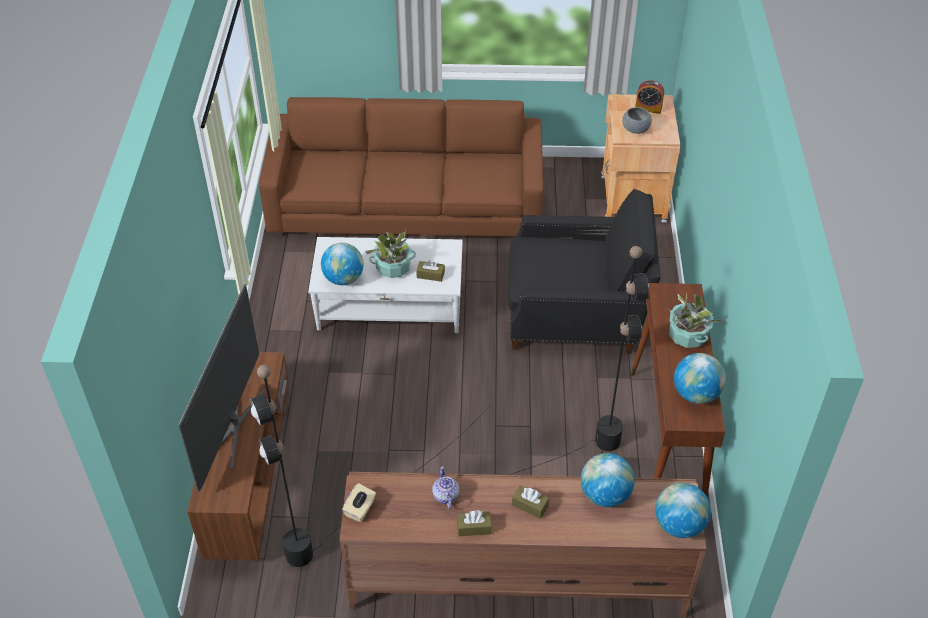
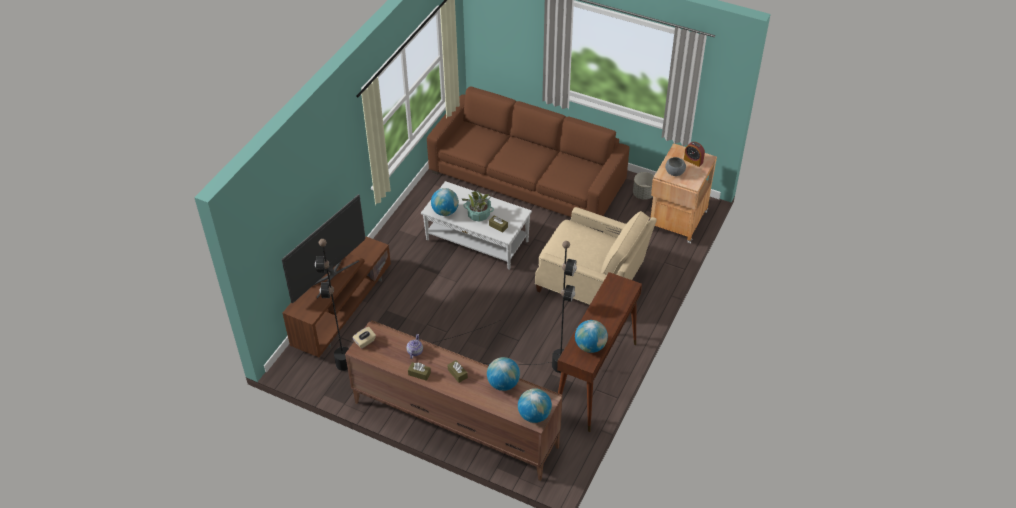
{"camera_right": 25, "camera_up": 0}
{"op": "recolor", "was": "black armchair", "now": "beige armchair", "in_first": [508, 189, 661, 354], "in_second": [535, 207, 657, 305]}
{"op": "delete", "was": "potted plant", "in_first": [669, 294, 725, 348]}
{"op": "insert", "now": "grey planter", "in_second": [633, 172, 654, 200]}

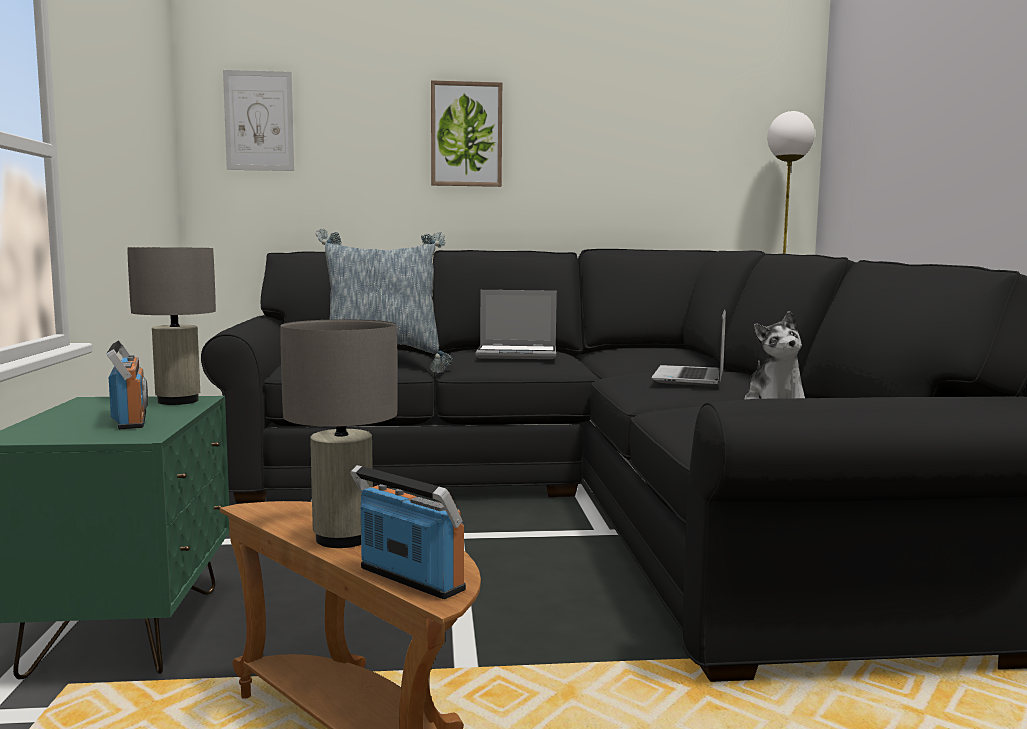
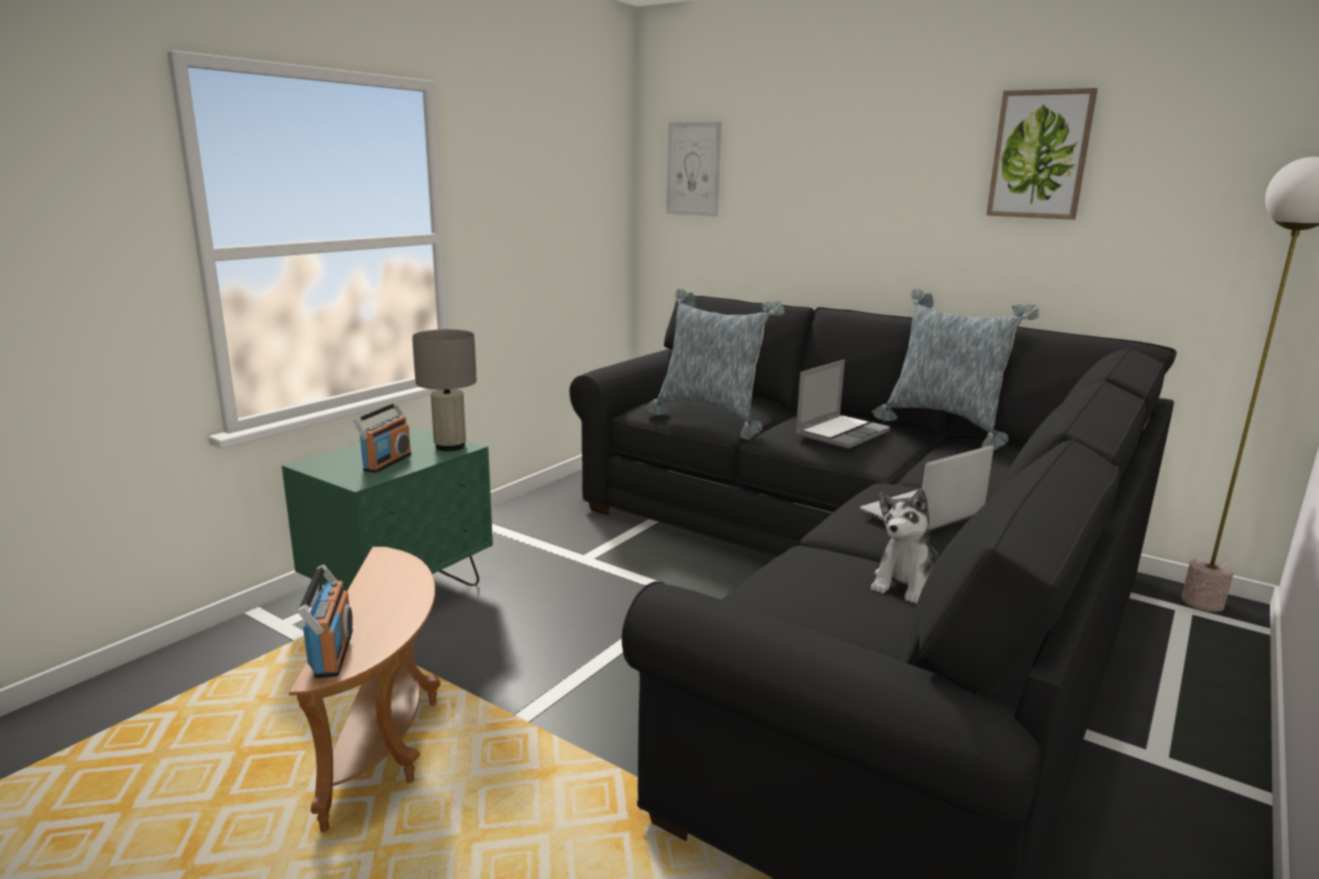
{"camera_right": 40, "camera_up": 10}
{"op": "move", "was": "picture", "in_first": [431, 80, 502, 187], "in_second": [986, 88, 1098, 220]}
{"op": "rotate", "was": "laptop", "in_first": [475, 290, 557, 359], "in_second": [795, 359, 890, 449], "clockwise": -90}
{"op": "delete", "was": "grey table lamp", "in_first": [280, 319, 398, 548]}
{"op": "insert", "now": "pillow", "in_second": [872, 288, 1040, 450]}

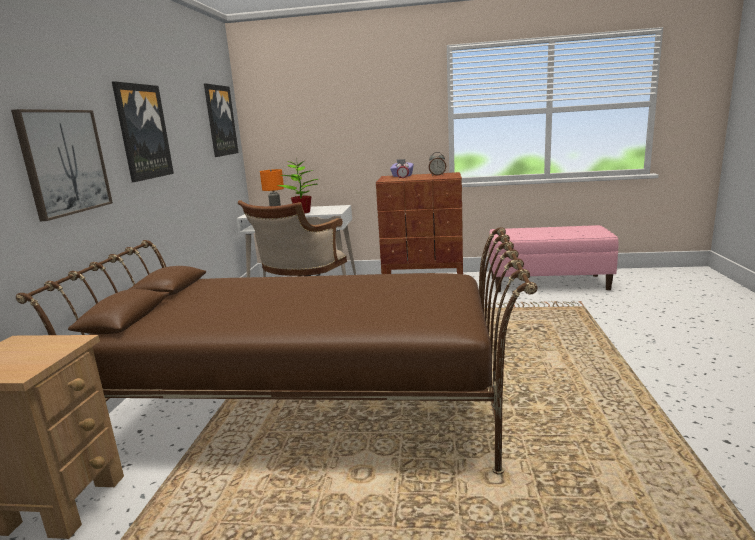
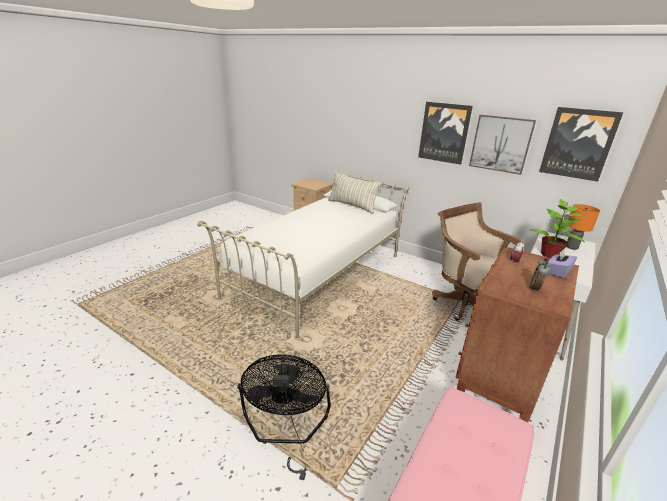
{"camera_right": 115, "camera_up": 10}
{"op": "move", "was": "picture", "in_first": [11, 109, 113, 221], "in_second": [469, 115, 536, 175]}
{"op": "recolor", "was": "brown bed", "now": "white bed", "in_first": [16, 227, 537, 474], "in_second": [197, 172, 409, 340]}
{"op": "insert", "now": "pillow", "in_second": [328, 172, 381, 213]}
{"op": "insert", "now": "black fan", "in_second": [237, 354, 331, 480]}

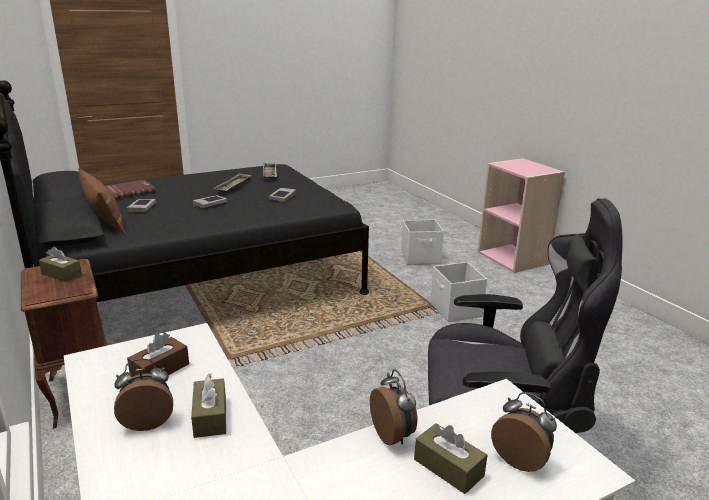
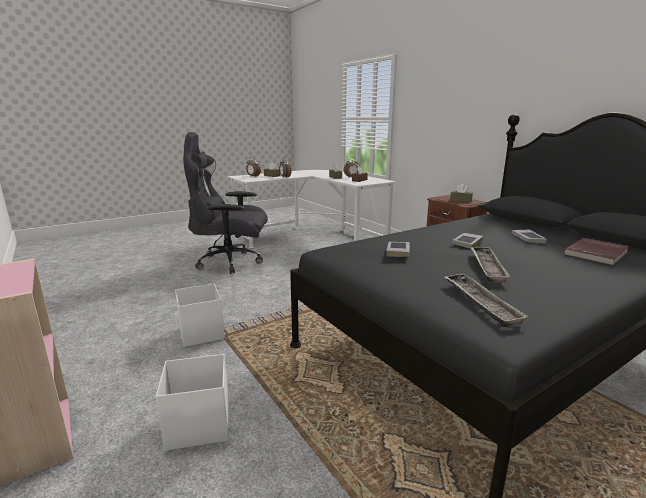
{"camera_right": 175, "camera_up": -5}
{"op": "delete", "was": "brown pillow", "in_first": [78, 168, 125, 235]}

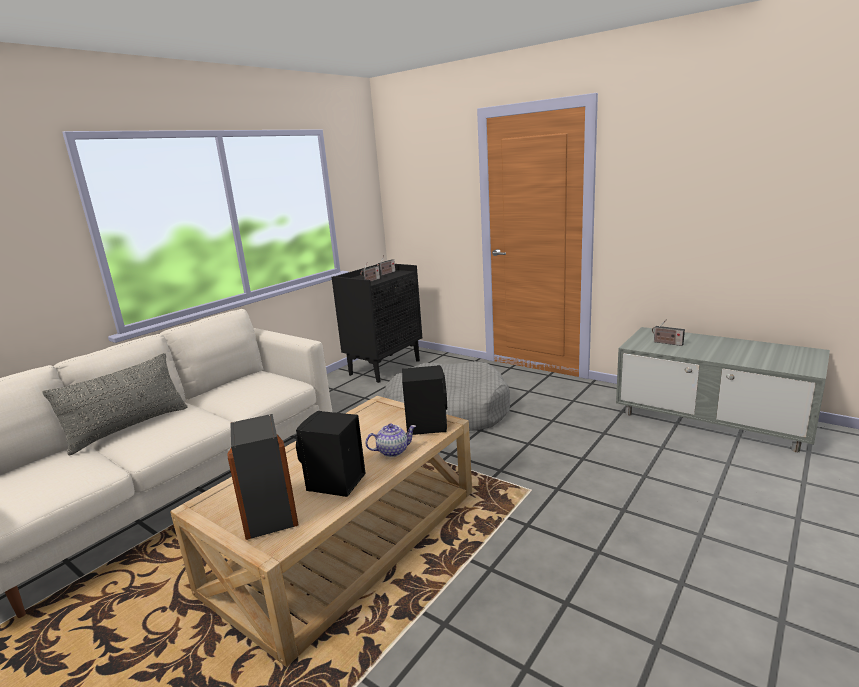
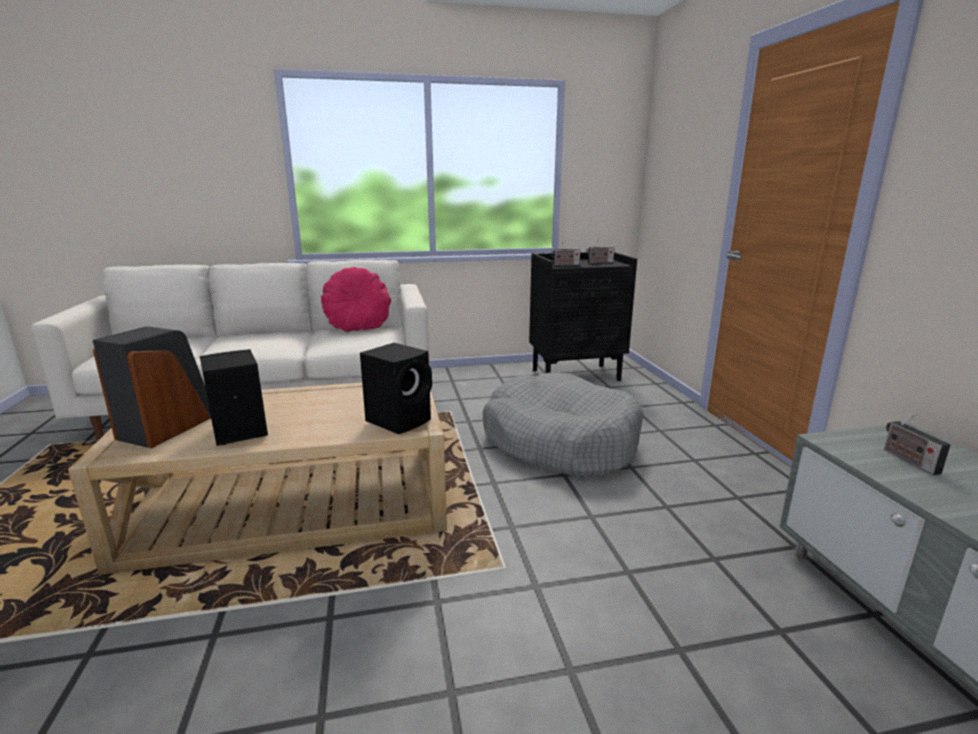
{"camera_right": 40, "camera_up": 0}
{"op": "delete", "was": "grey pillow", "in_first": [43, 353, 188, 455]}
{"op": "delete", "was": "teapot", "in_first": [365, 423, 416, 457]}
{"op": "insert", "now": "pink pillow", "in_second": [321, 267, 391, 332]}

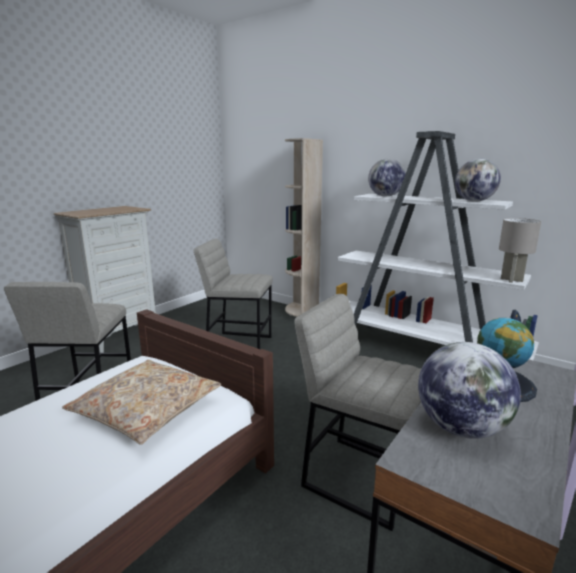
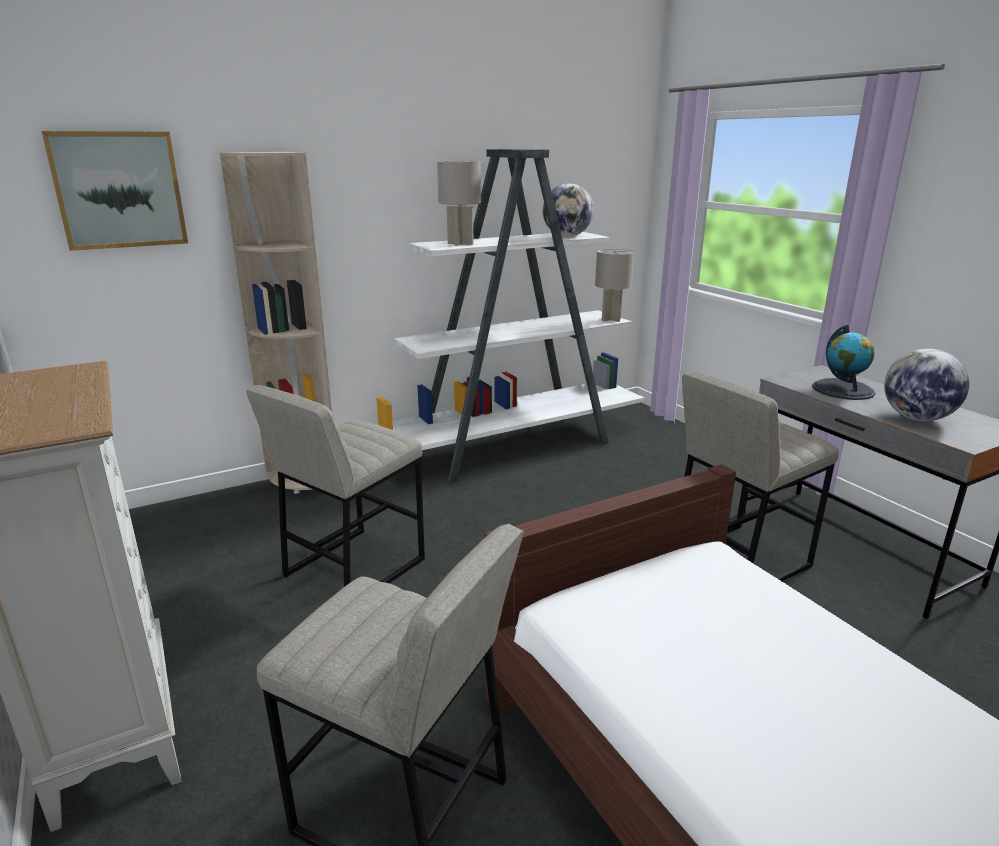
{"camera_right": -65, "camera_up": 5}
{"op": "replace", "was": "globe", "now": "grey table lamp", "in_first": [368, 159, 406, 196], "in_second": [437, 161, 481, 246]}
{"op": "delete", "was": "beige pillow", "in_first": [62, 360, 221, 445]}
{"op": "insert", "now": "picture", "in_second": [42, 131, 188, 251]}

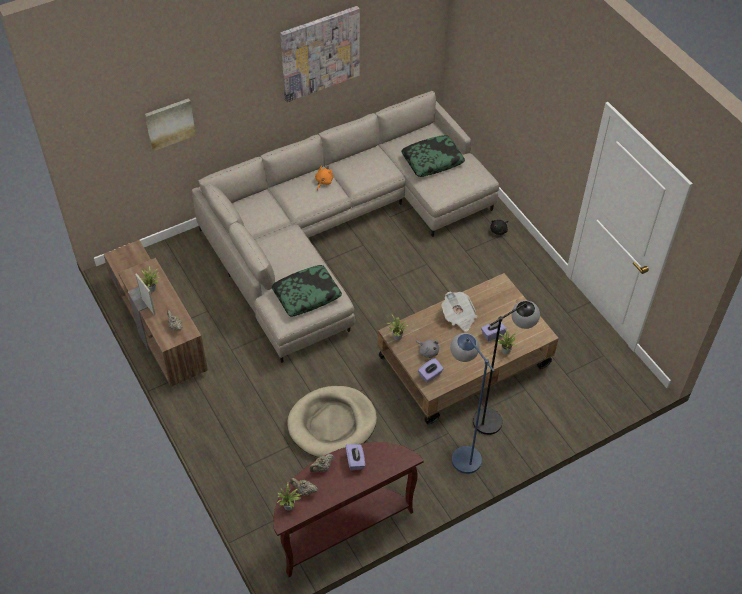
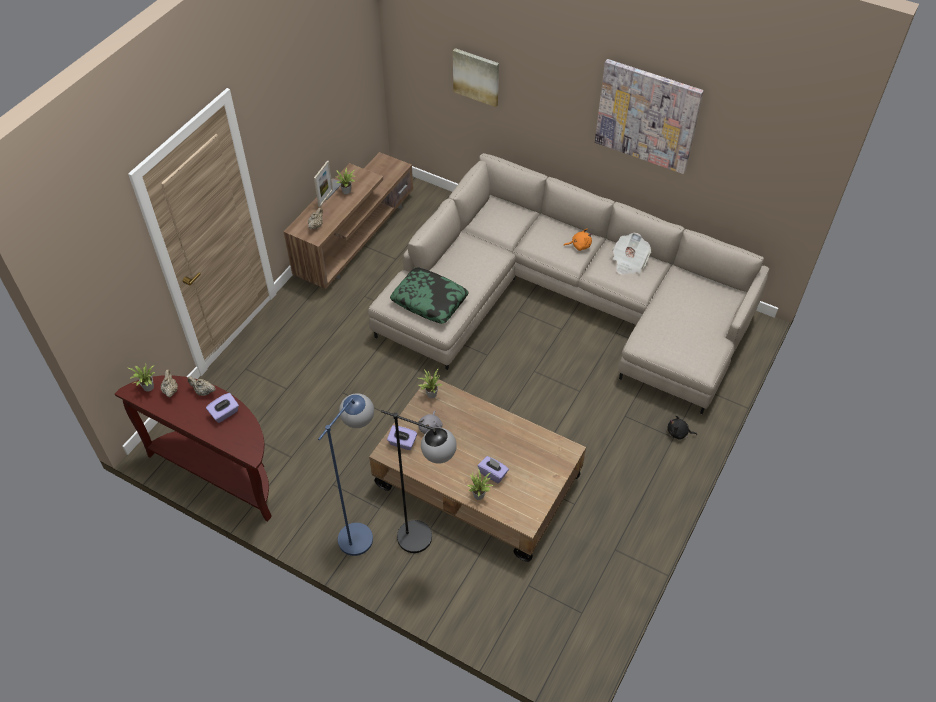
{"camera_right": 60, "camera_up": 0}
{"op": "delete", "was": "pillow", "in_first": [401, 135, 465, 177]}
{"op": "move", "was": "newspaper", "in_first": [441, 292, 477, 332], "in_second": [612, 233, 651, 275]}
{"op": "delete", "was": "beige dog bed", "in_first": [287, 386, 377, 457]}

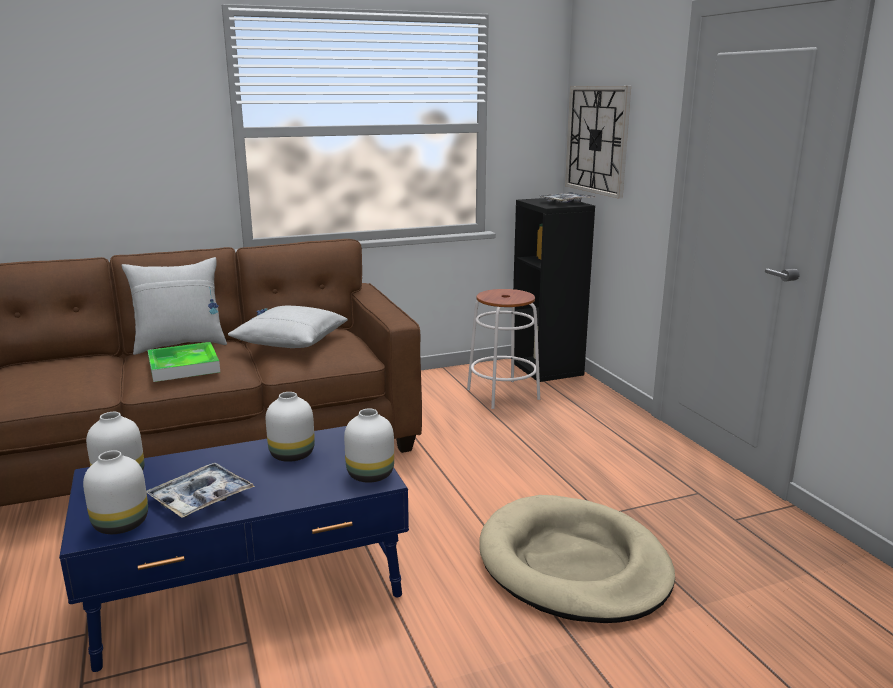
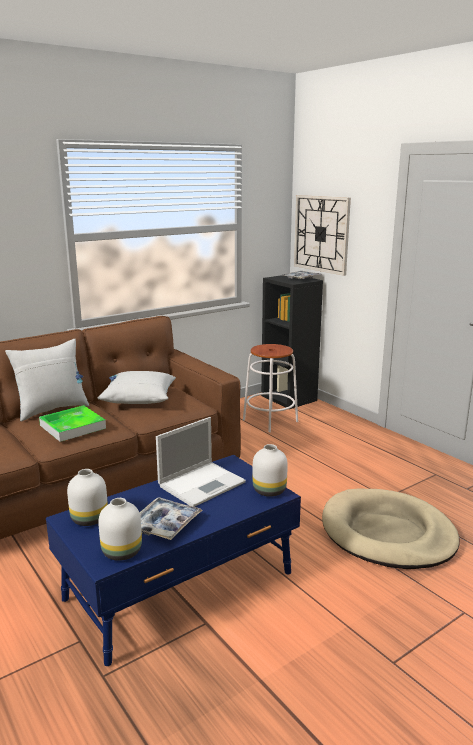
{"camera_right": -15, "camera_up": 0}
{"op": "replace", "was": "white vase", "now": "laptop", "in_first": [266, 392, 315, 462], "in_second": [156, 417, 246, 507]}

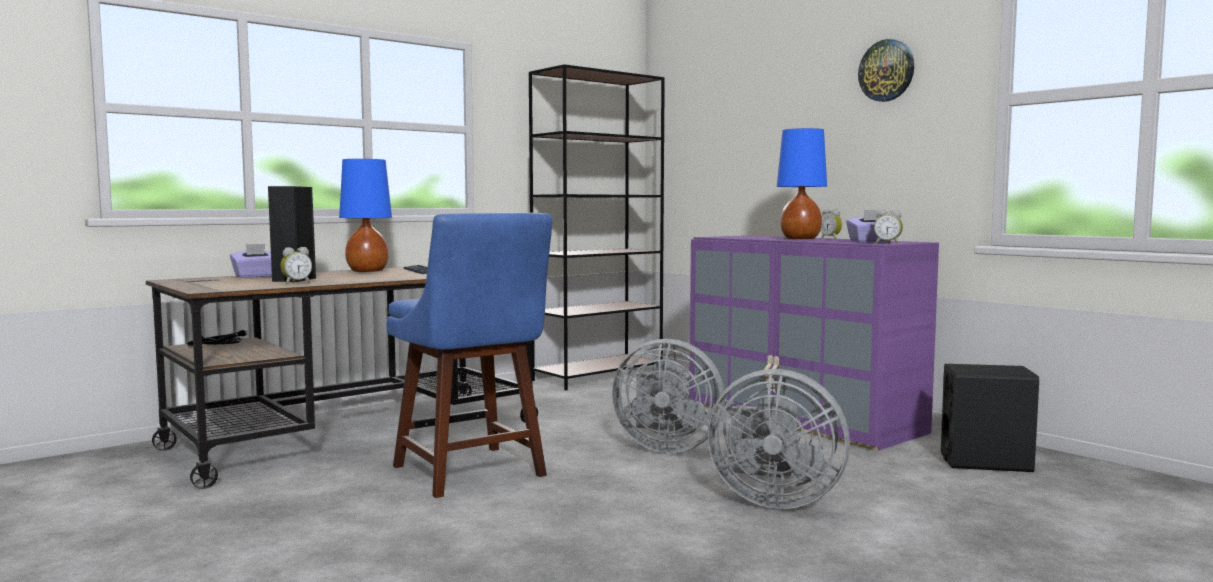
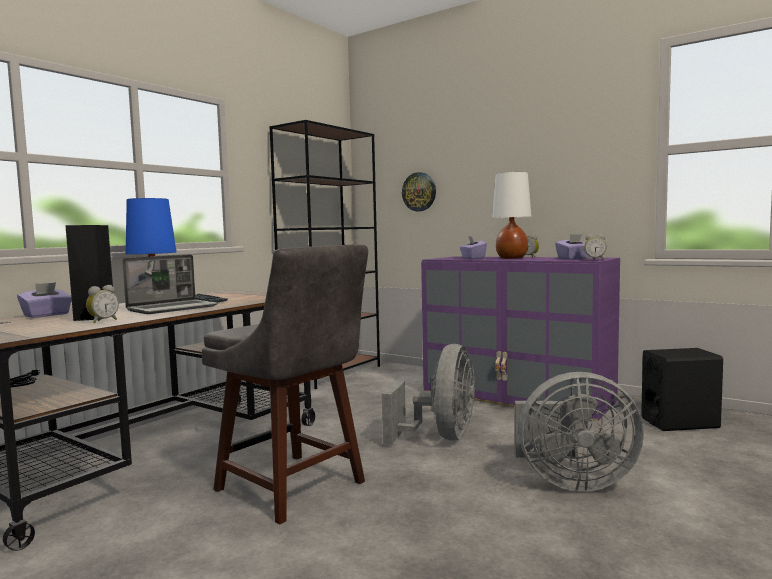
{"camera_right": -15, "camera_up": 0}
{"op": "move", "was": "wall clock", "in_first": [858, 39, 914, 102], "in_second": [402, 172, 436, 211]}
{"op": "recolor", "was": "blue table lamp", "now": "white table lamp", "in_first": [777, 128, 827, 239], "in_second": [492, 172, 532, 259]}
{"op": "recolor", "was": "blue stool", "now": "grey stool", "in_first": [386, 213, 552, 498], "in_second": [202, 245, 368, 524]}
{"op": "rotate", "was": "grey fan", "in_first": [612, 339, 725, 453], "in_second": [382, 344, 475, 444], "clockwise": -75}
{"op": "insert", "now": "purple tissue box", "in_second": [460, 236, 487, 259]}
{"op": "insert", "now": "laptop", "in_second": [122, 255, 218, 314]}

